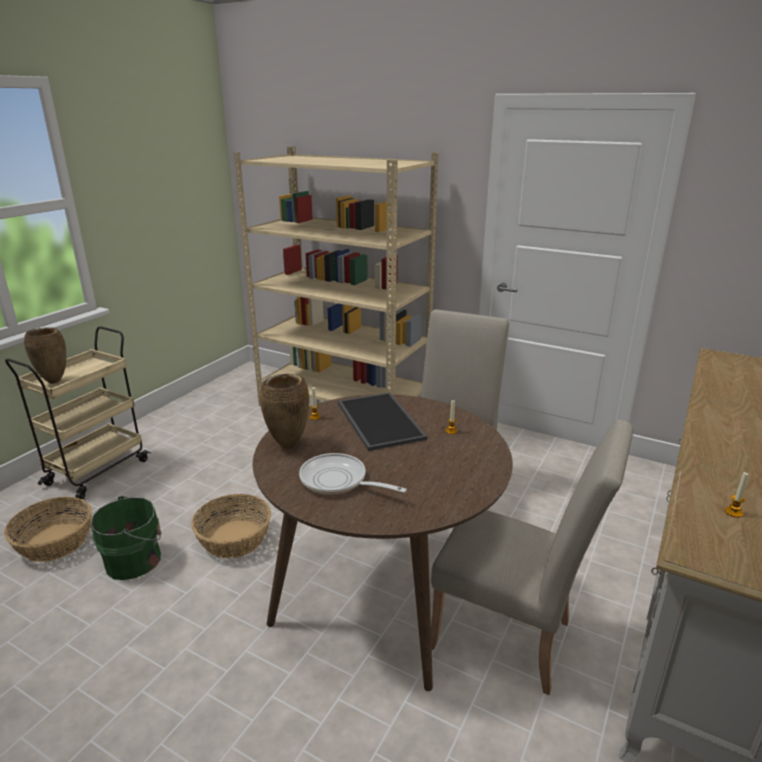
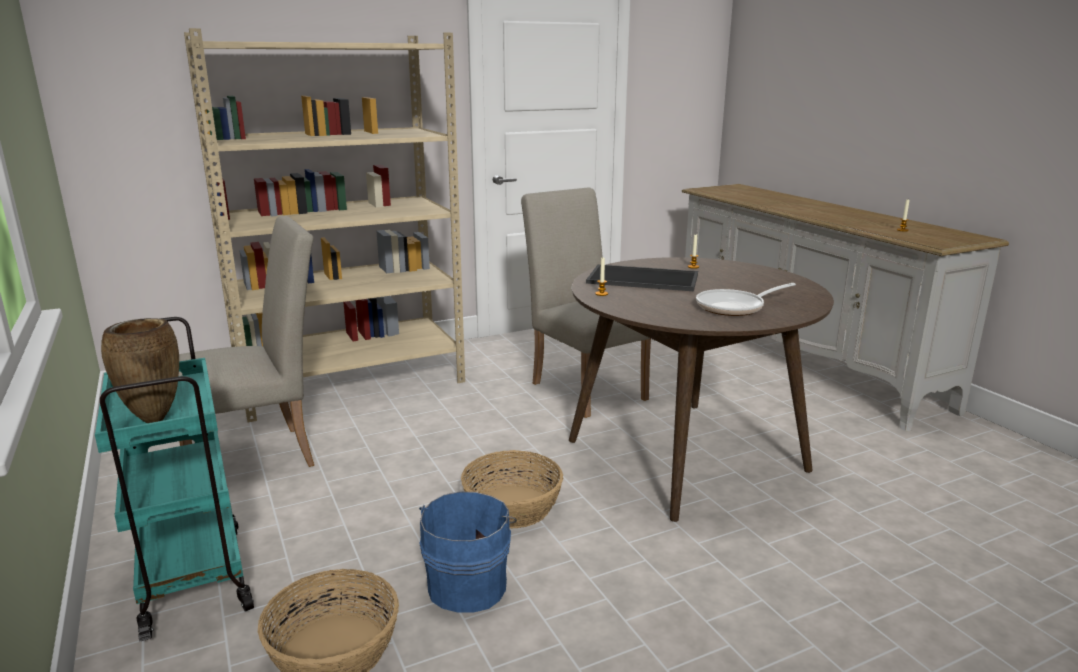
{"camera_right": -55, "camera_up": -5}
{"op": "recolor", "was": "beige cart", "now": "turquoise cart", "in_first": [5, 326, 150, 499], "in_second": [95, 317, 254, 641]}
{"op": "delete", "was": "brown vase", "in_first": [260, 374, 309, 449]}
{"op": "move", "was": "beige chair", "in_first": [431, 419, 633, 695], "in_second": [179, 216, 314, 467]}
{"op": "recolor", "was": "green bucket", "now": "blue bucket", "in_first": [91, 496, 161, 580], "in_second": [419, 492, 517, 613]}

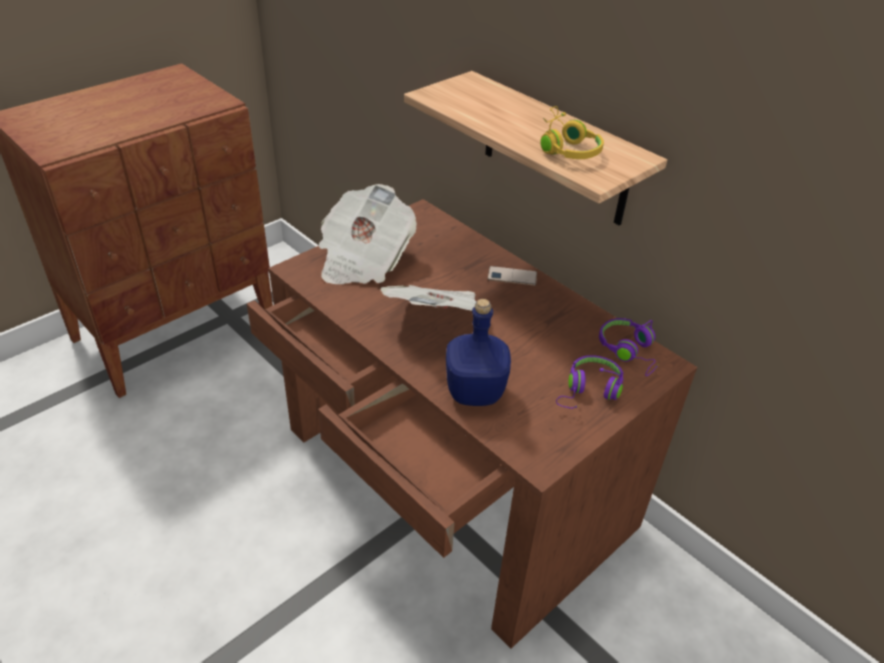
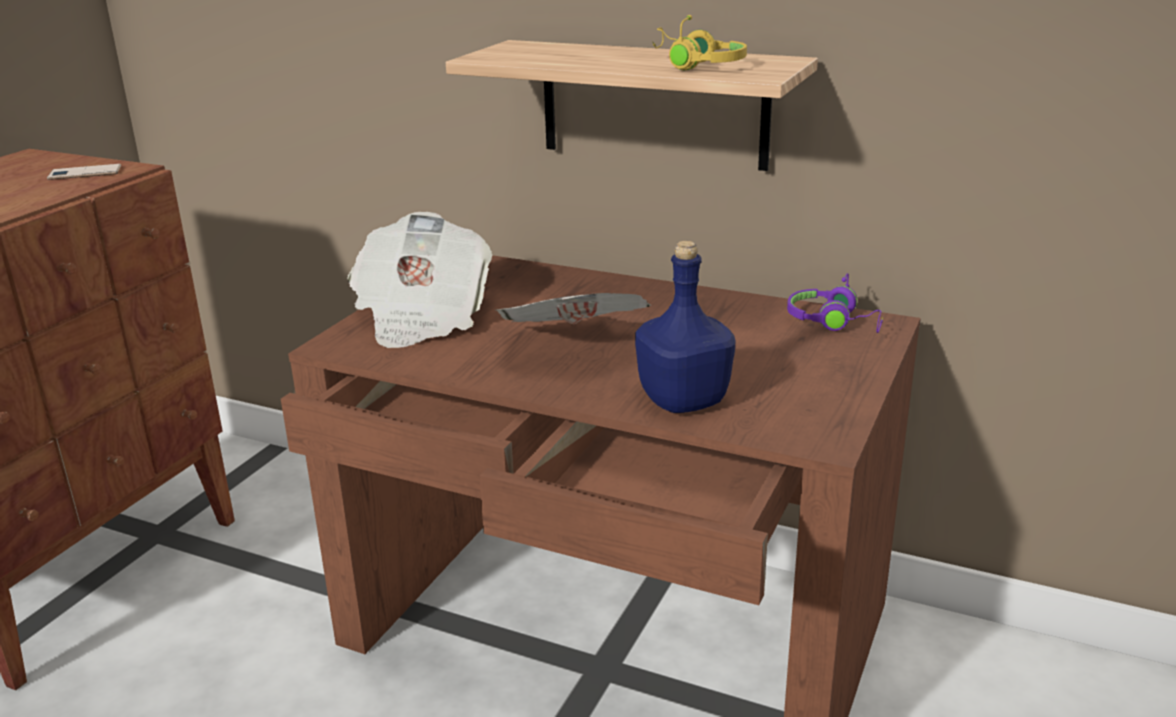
{"camera_right": -20, "camera_up": -15}
{"op": "move", "was": "phone", "in_first": [488, 266, 537, 286], "in_second": [47, 164, 121, 180]}
{"op": "delete", "was": "purple headphones", "in_first": [556, 355, 624, 409]}

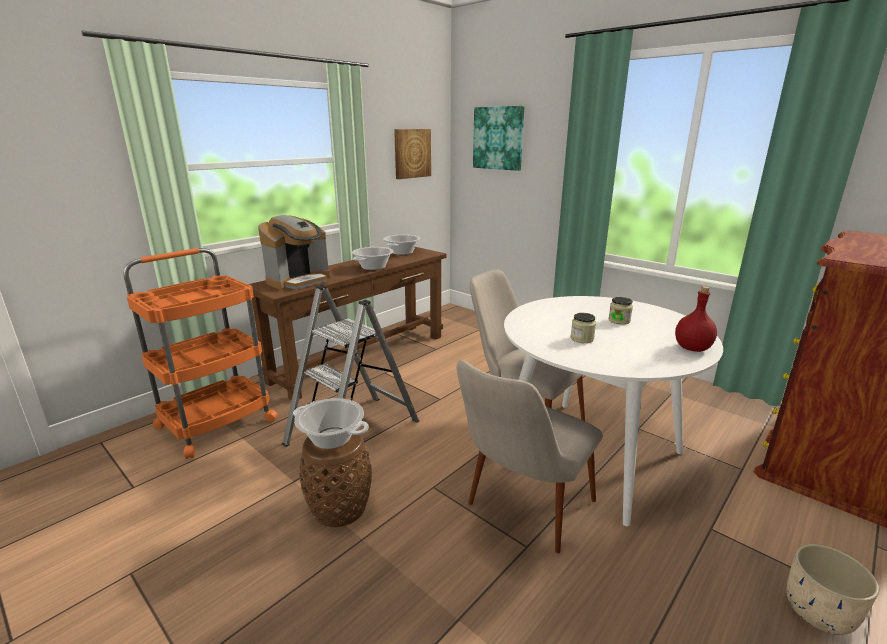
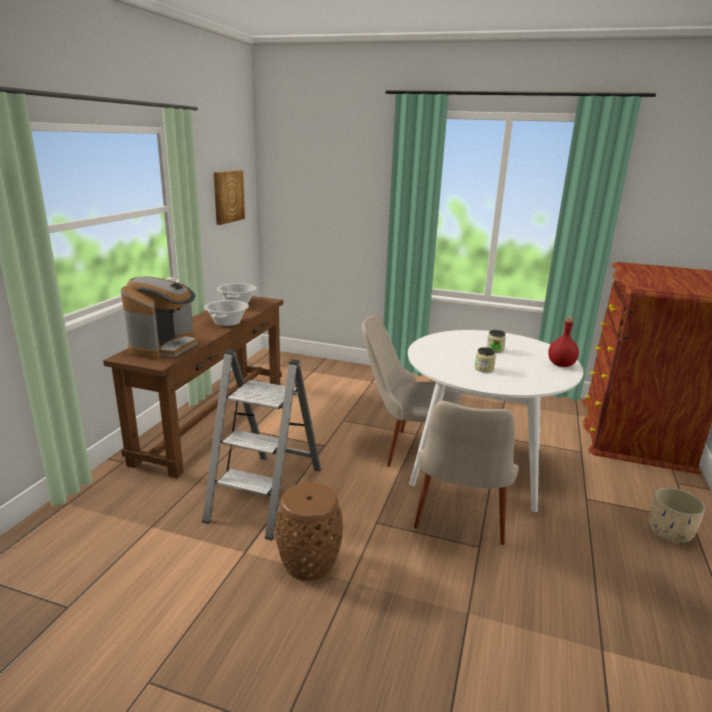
{"camera_right": -25, "camera_up": 0}
{"op": "delete", "was": "picture", "in_first": [473, 106, 525, 171]}
{"op": "delete", "was": "orange cart", "in_first": [124, 248, 278, 459]}
{"op": "delete", "was": "cooking pot", "in_first": [293, 398, 369, 449]}

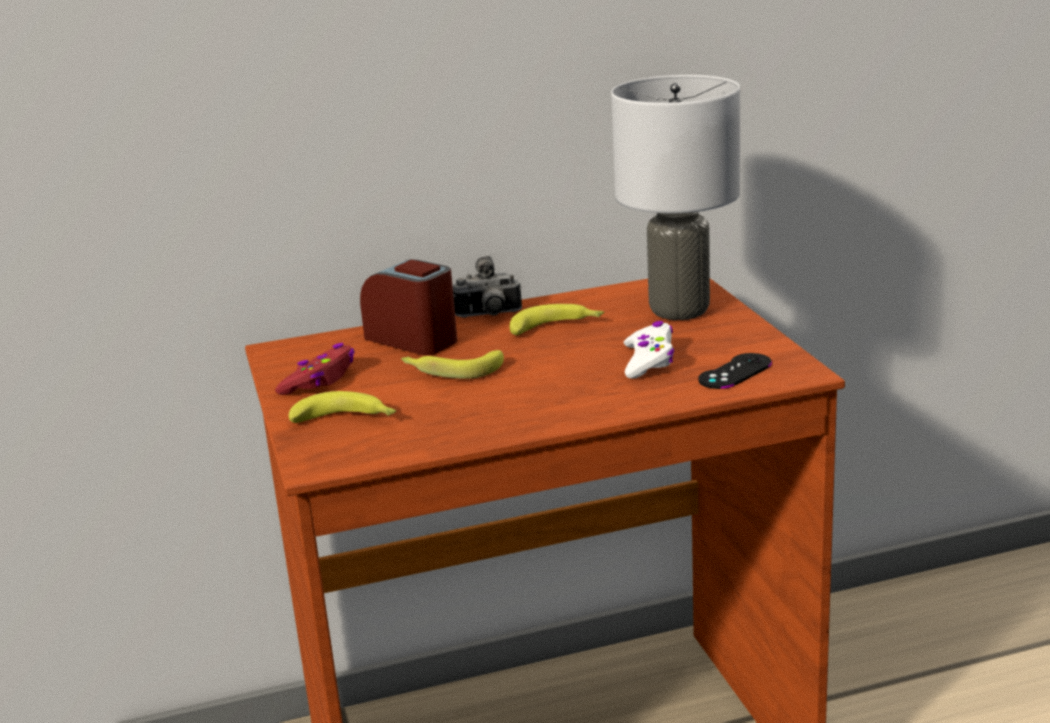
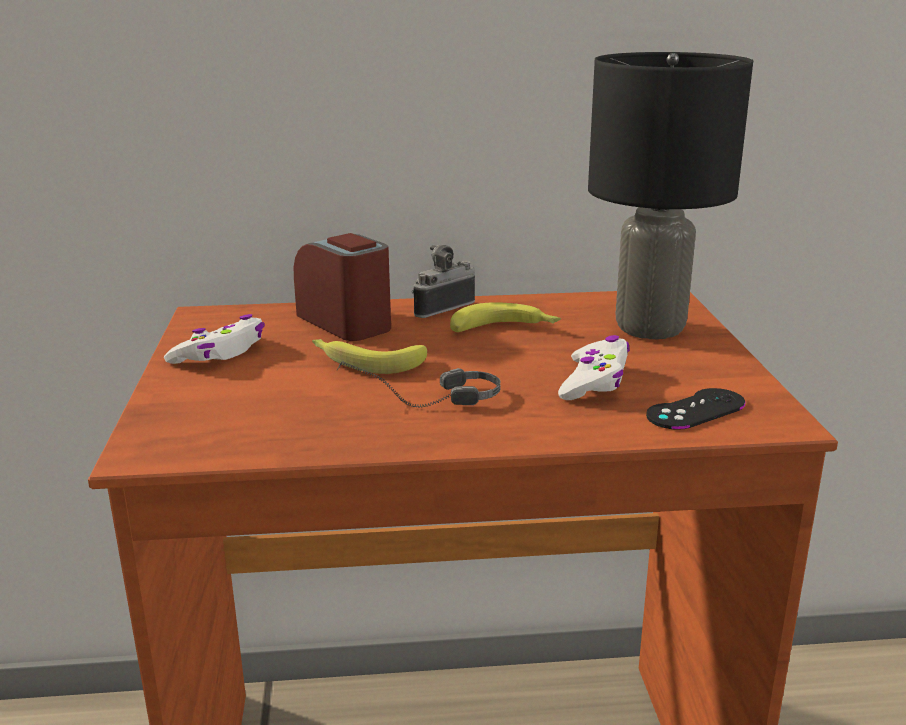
{"camera_right": 10, "camera_up": 0}
{"op": "recolor", "was": "white table lamp", "now": "black table lamp", "in_first": [611, 75, 740, 320], "in_second": [588, 52, 753, 339]}
{"op": "rotate", "was": "photo camera", "in_first": [453, 256, 522, 318], "in_second": [412, 245, 475, 318], "clockwise": 135}
{"op": "recolor", "was": "red game controller", "now": "white game controller", "in_first": [275, 343, 355, 395], "in_second": [164, 314, 265, 364]}
{"op": "delete", "was": "banana", "in_first": [289, 391, 396, 423]}
{"op": "insert", "now": "headphones", "in_second": [337, 362, 501, 408]}

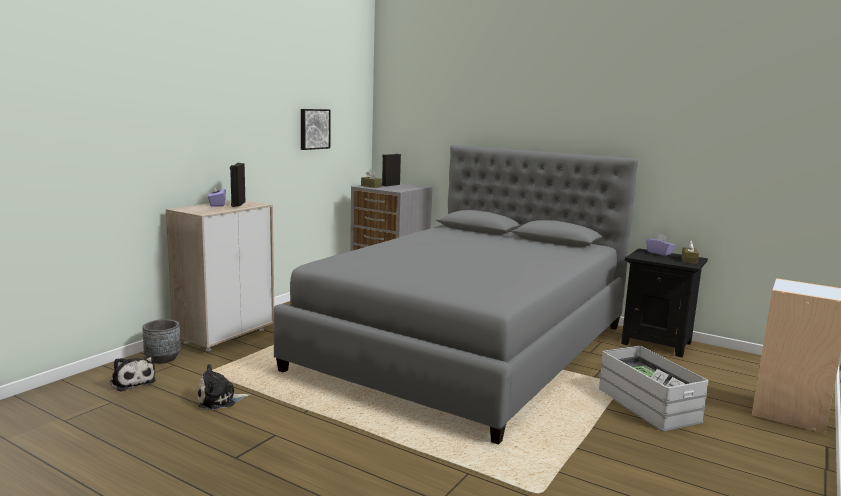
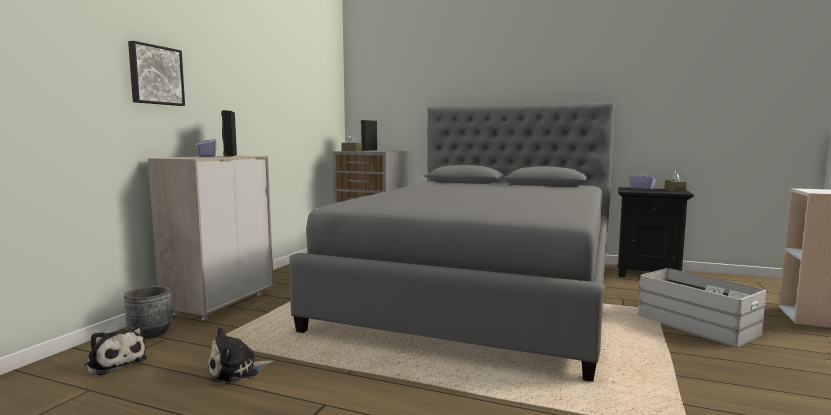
{"camera_right": -10, "camera_up": -5}
{"op": "move", "was": "picture", "in_first": [301, 109, 331, 150], "in_second": [128, 41, 185, 106]}

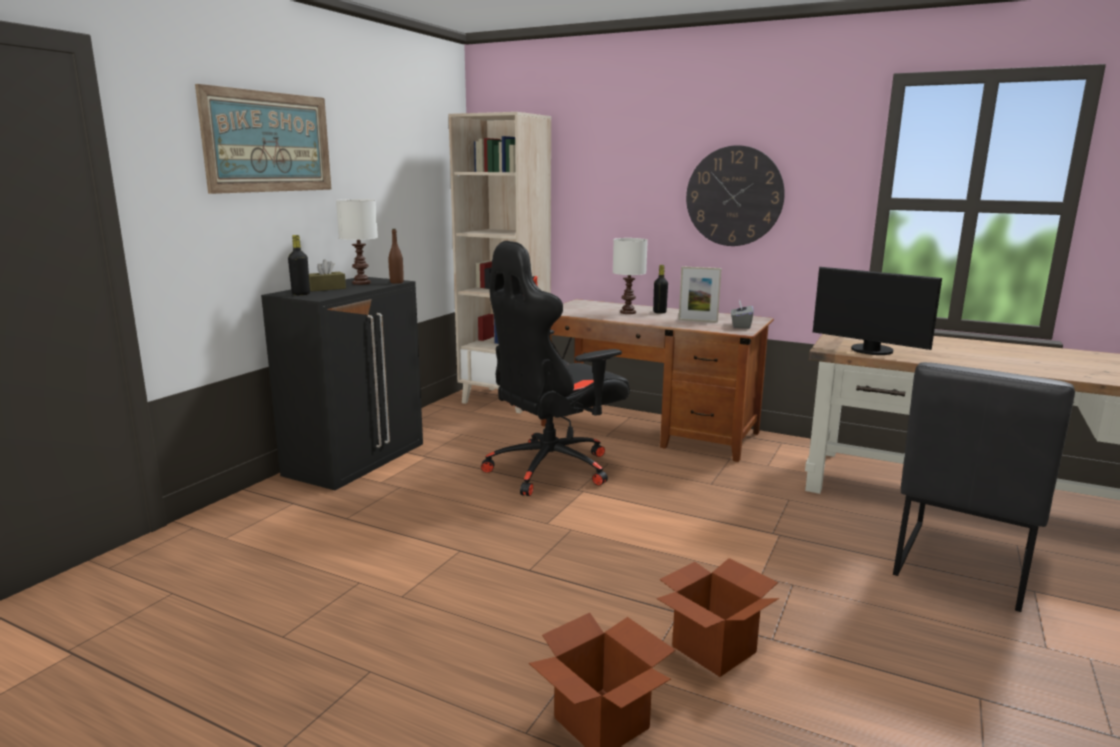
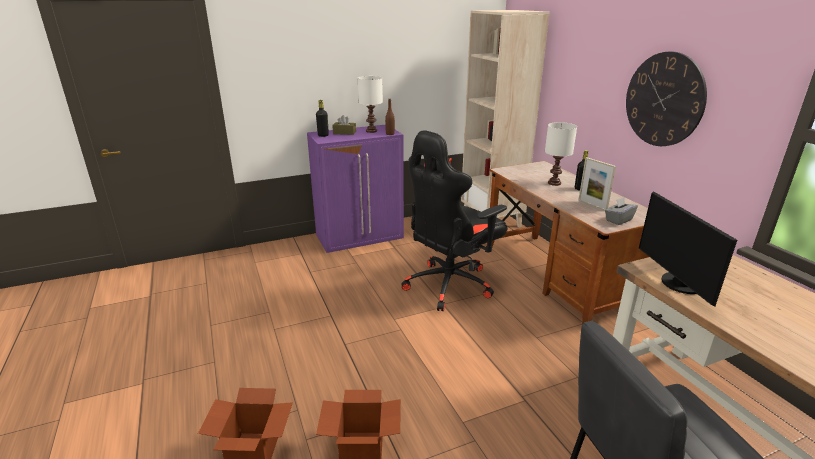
{"camera_right": 40, "camera_up": 10}
{"op": "delete", "was": "picture", "in_first": [195, 84, 331, 194]}
{"op": "rotate", "was": "black office chair", "in_first": [481, 241, 630, 496], "in_second": [401, 130, 508, 311], "clockwise": -45}
{"op": "recolor", "was": "black cabinet", "now": "purple cabinet", "in_first": [261, 277, 423, 490], "in_second": [307, 125, 404, 253]}

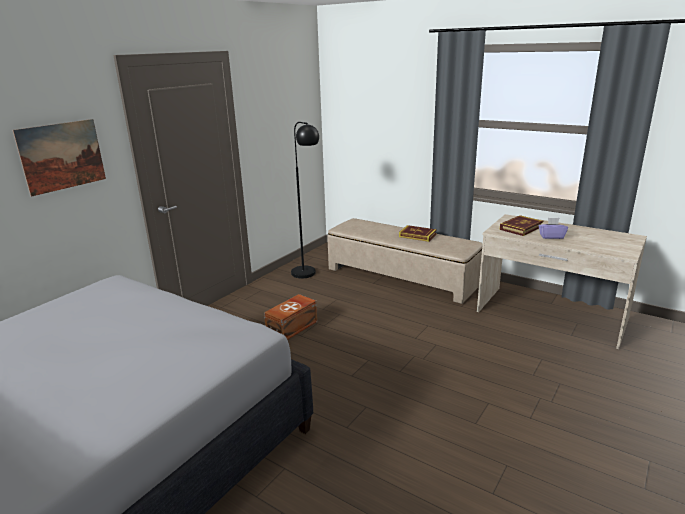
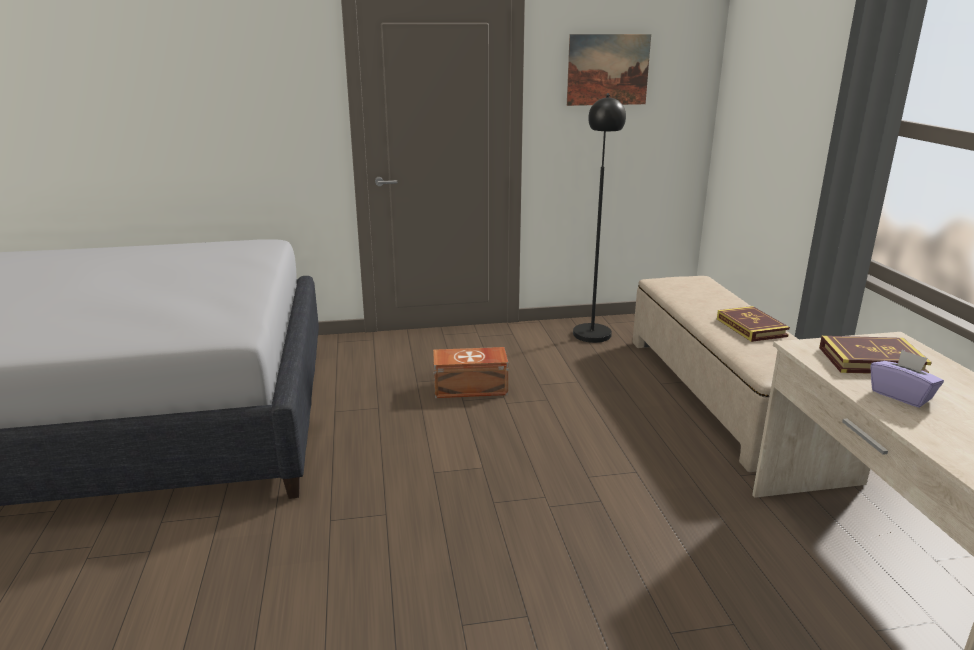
{"camera_right": 45, "camera_up": 0}
{"op": "move", "was": "picture", "in_first": [12, 119, 106, 197], "in_second": [567, 34, 651, 106]}

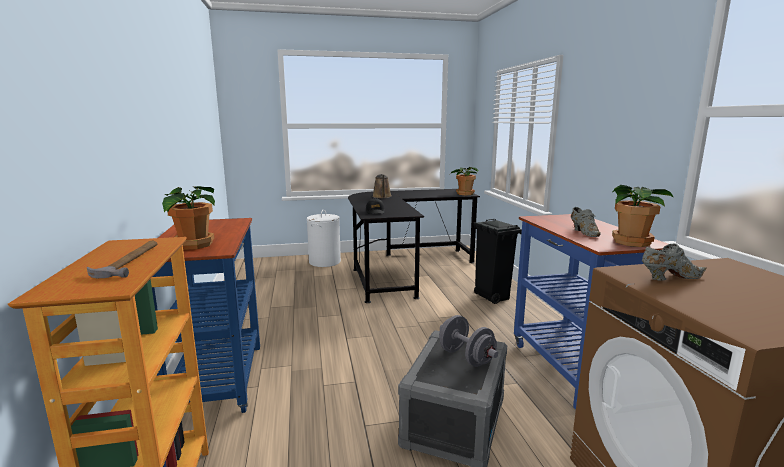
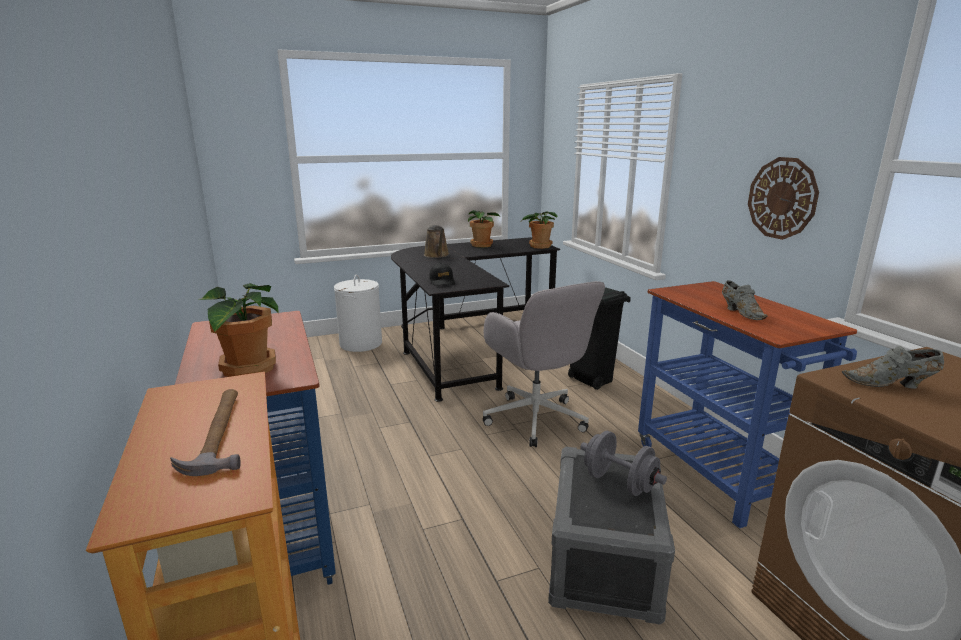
{"camera_right": -10, "camera_up": 5}
{"op": "move", "was": "potted plant", "in_first": [612, 185, 674, 247], "in_second": [468, 210, 501, 248]}
{"op": "rotate", "was": "grey shoe", "in_first": [642, 243, 707, 280], "in_second": [842, 346, 944, 389], "clockwise": -150}
{"op": "insert", "now": "wall clock", "in_second": [748, 157, 819, 240]}
{"op": "insert", "now": "grey office chair", "in_second": [483, 281, 605, 447]}

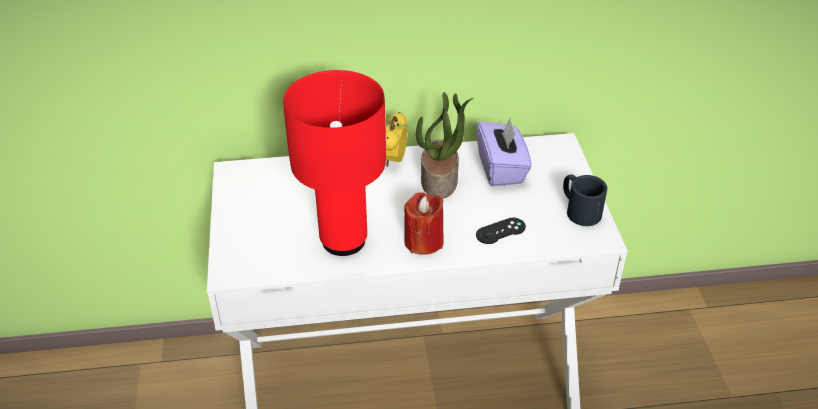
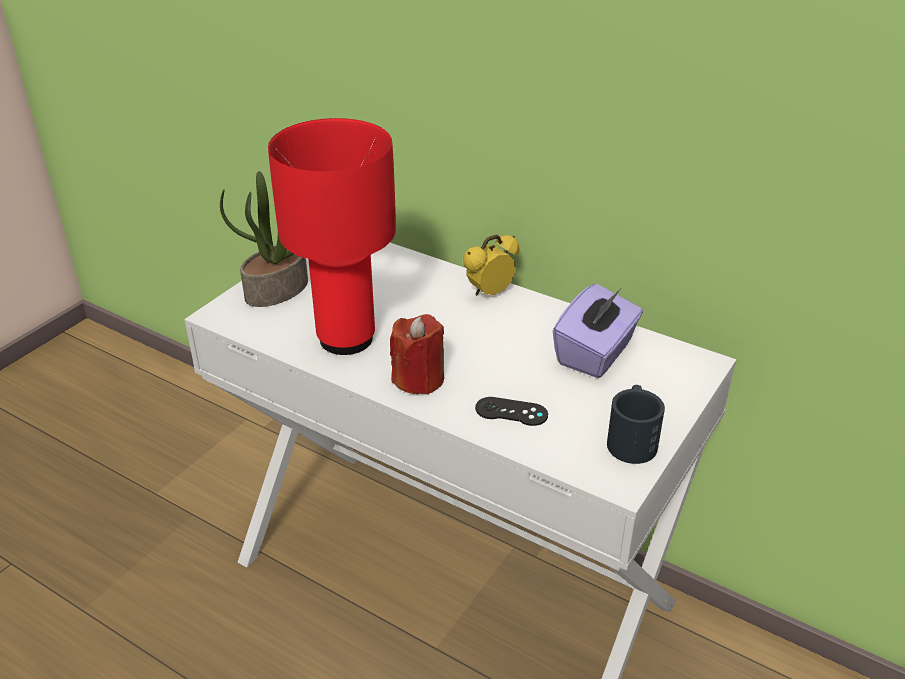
{"camera_right": 40, "camera_up": -5}
{"op": "move", "was": "potted plant", "in_first": [416, 92, 474, 199], "in_second": [220, 171, 308, 307]}

